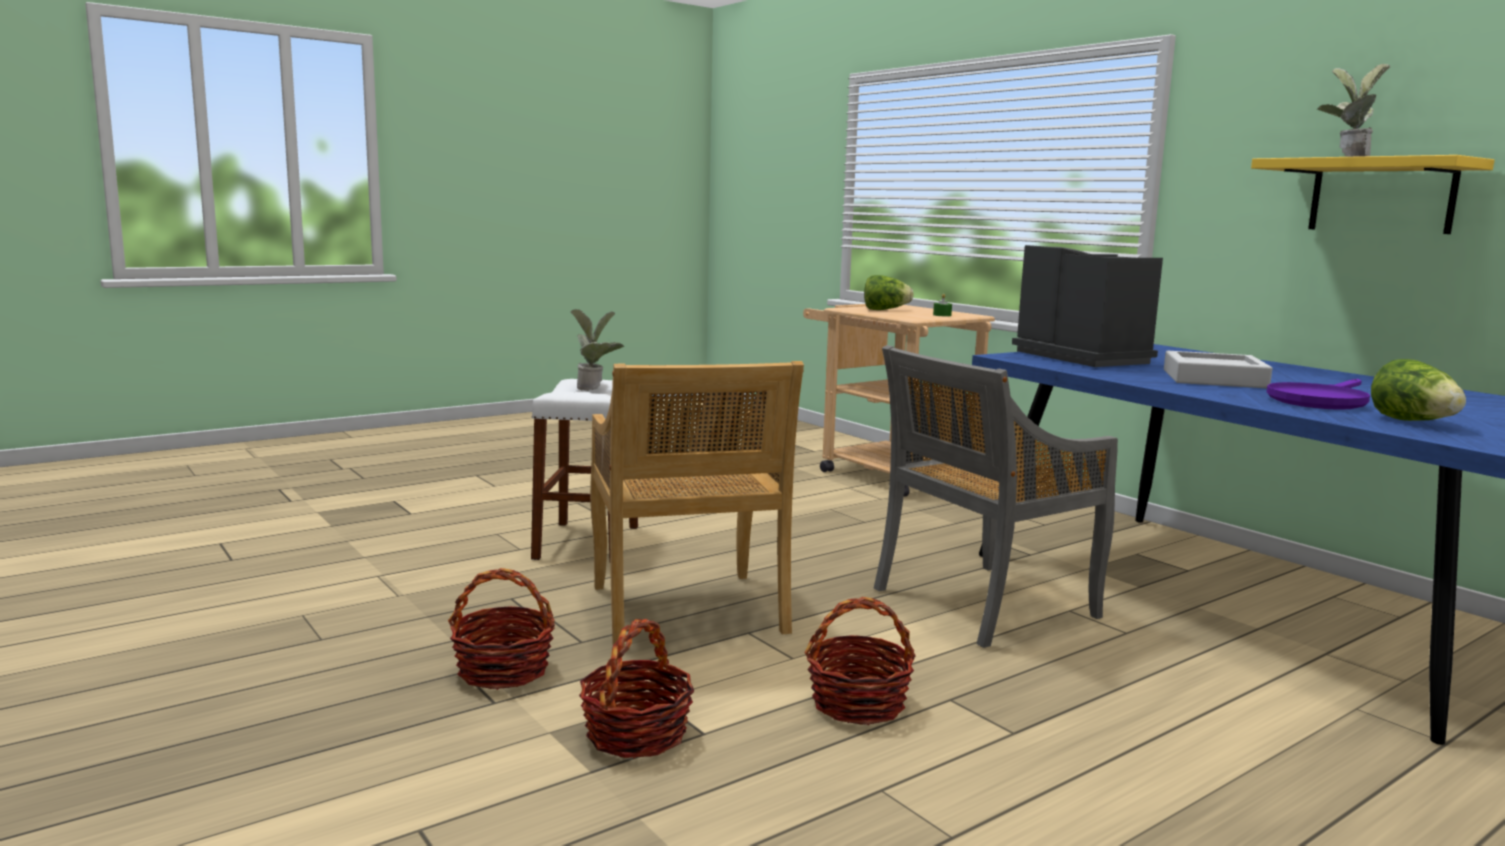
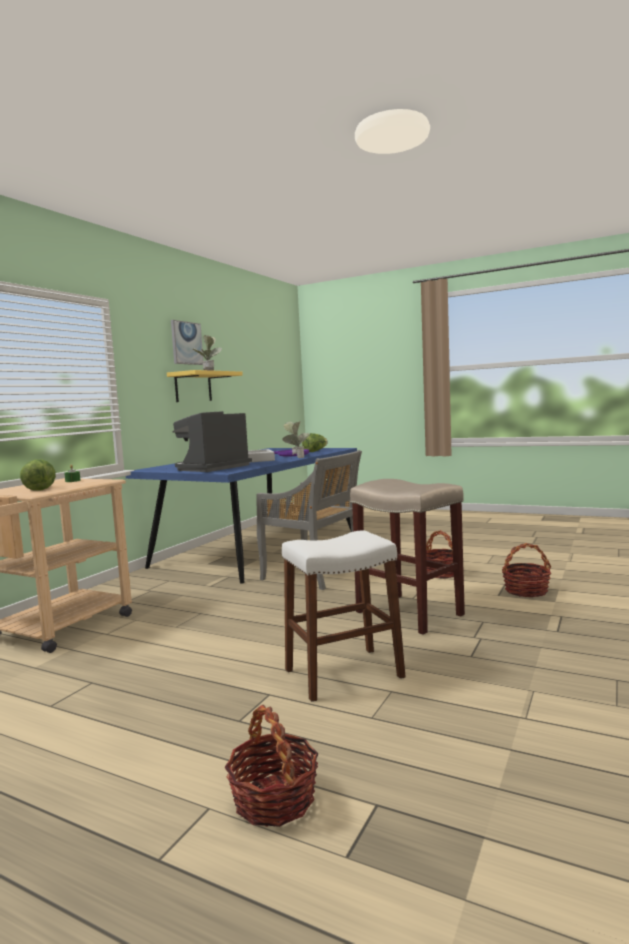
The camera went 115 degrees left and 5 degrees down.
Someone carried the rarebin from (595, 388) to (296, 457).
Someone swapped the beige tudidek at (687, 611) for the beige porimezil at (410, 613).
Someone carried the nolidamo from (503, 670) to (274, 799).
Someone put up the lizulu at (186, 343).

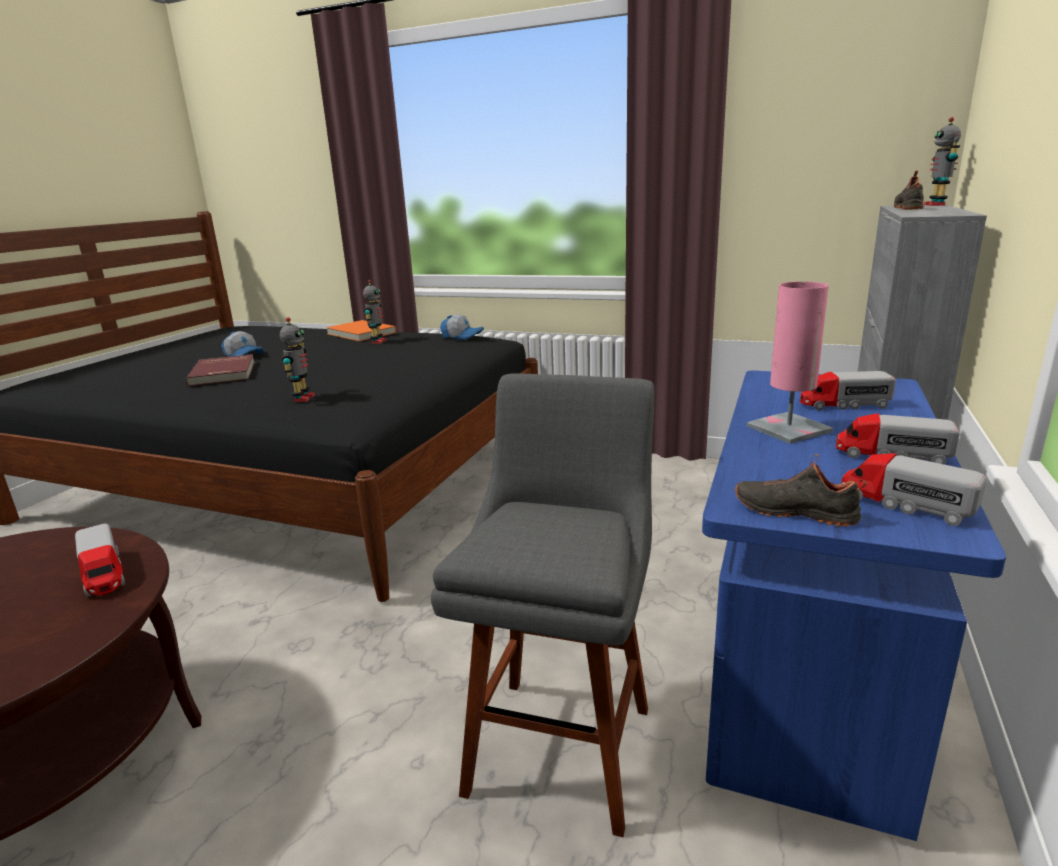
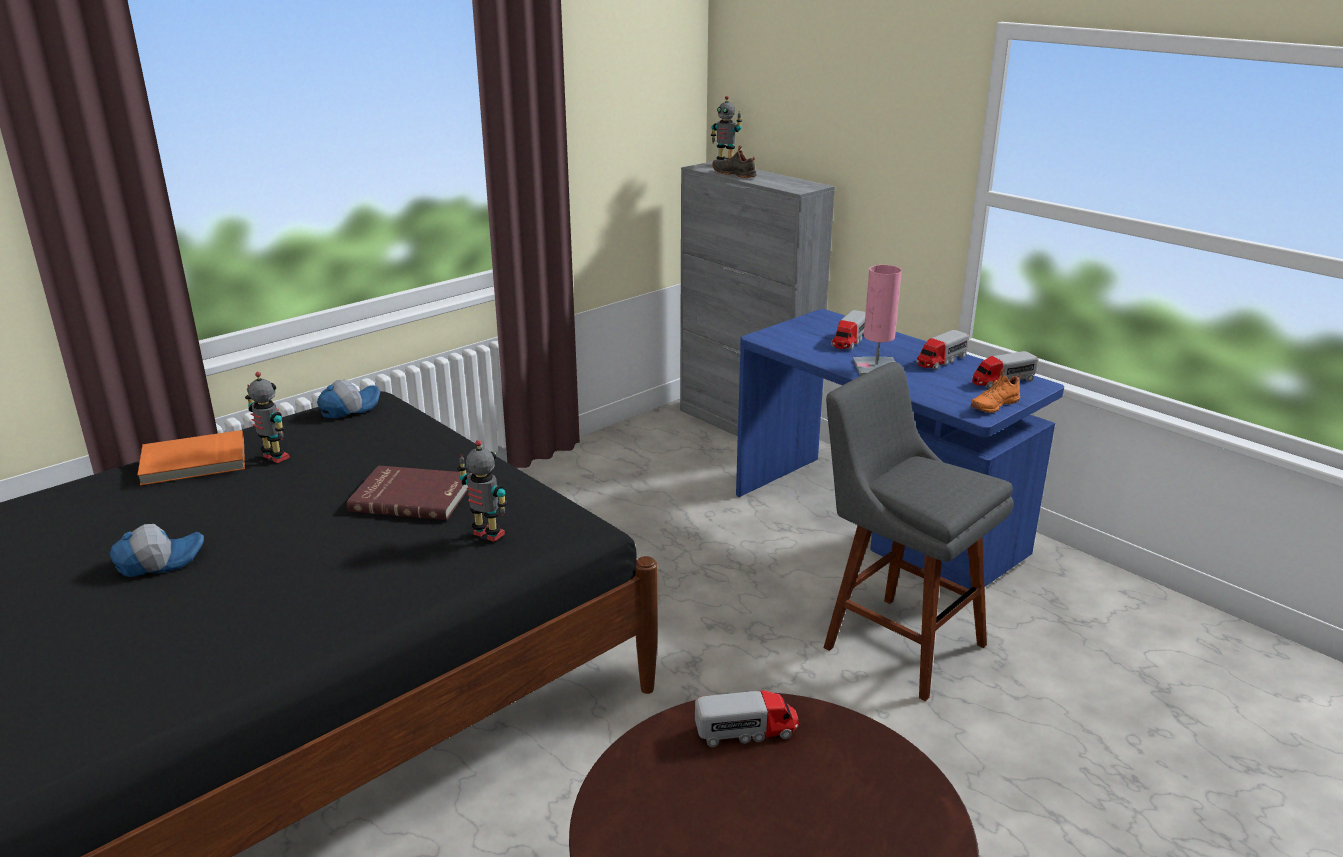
The camera went 65 degrees left and 5 degrees up.
Someone carried the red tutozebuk from (224, 373) to (412, 496).
Someone repainted the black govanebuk at (795, 511), which became the orange govanebuk at (993, 405).

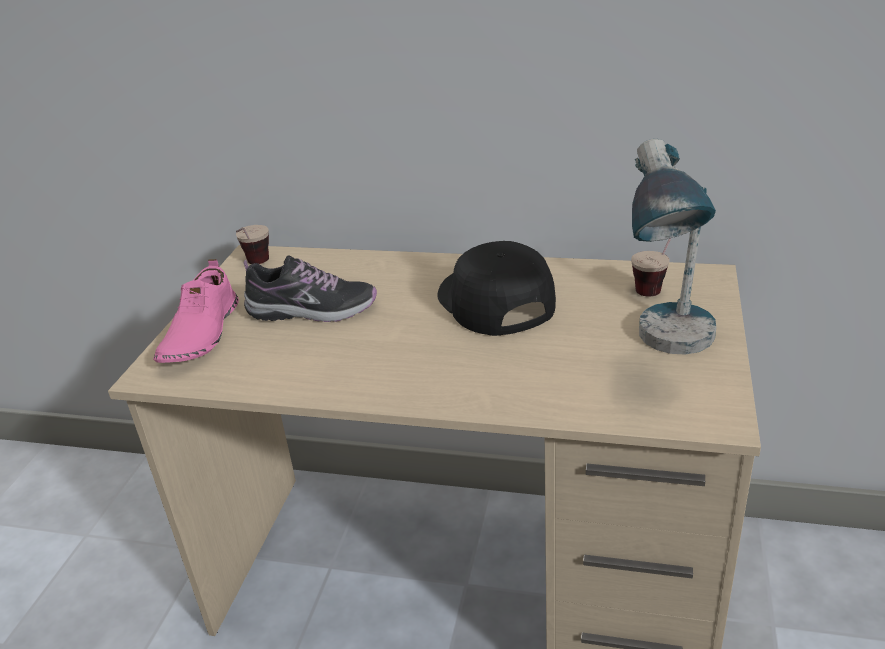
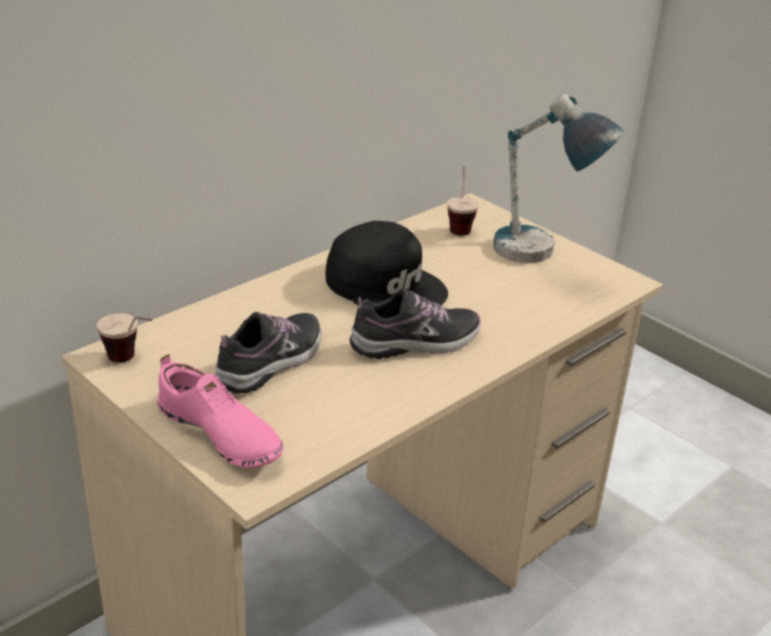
The camera went 60 degrees left and 0 degrees up.
Someone rotated the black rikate at (493, 301) by 150 degrees counterclockwise.
Someone put down the govanebuk at (416, 342).

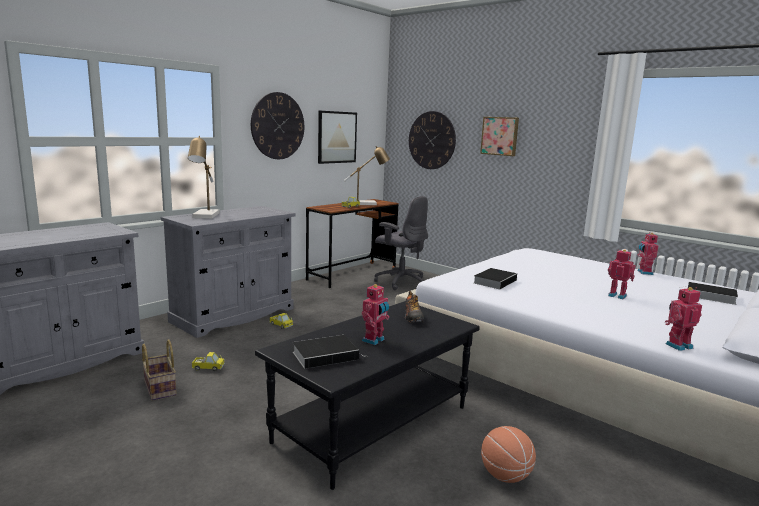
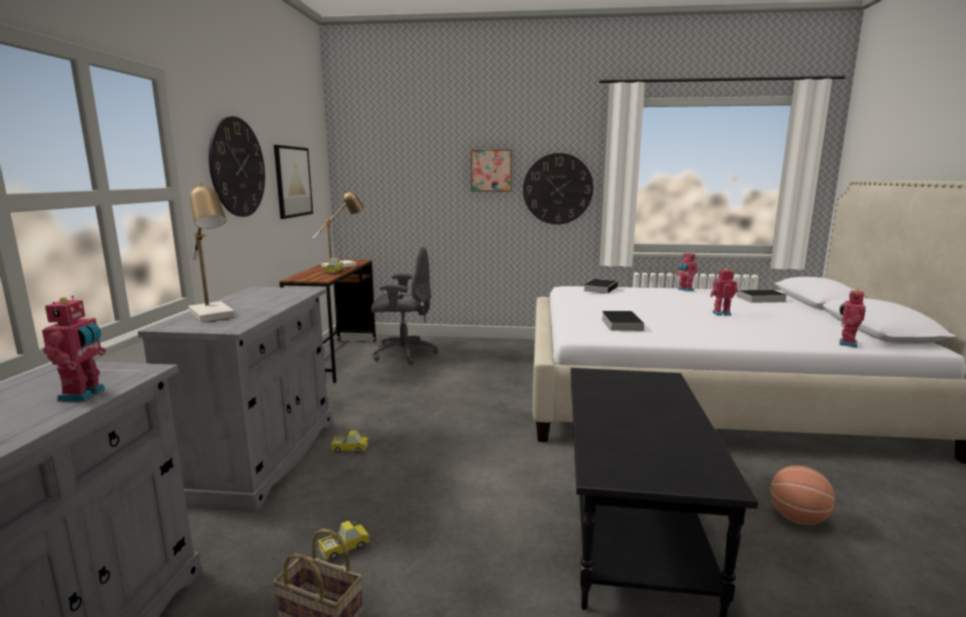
The camera went 35 degrees left and 0 degrees up.
Someone carried the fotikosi from (432, 140) to (557, 189).
Someone carried the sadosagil from (374, 340) to (84, 395).
Someone took away the govanebuk at (413, 317).
Someone carried the tutozebuk from (327, 355) to (600, 288).

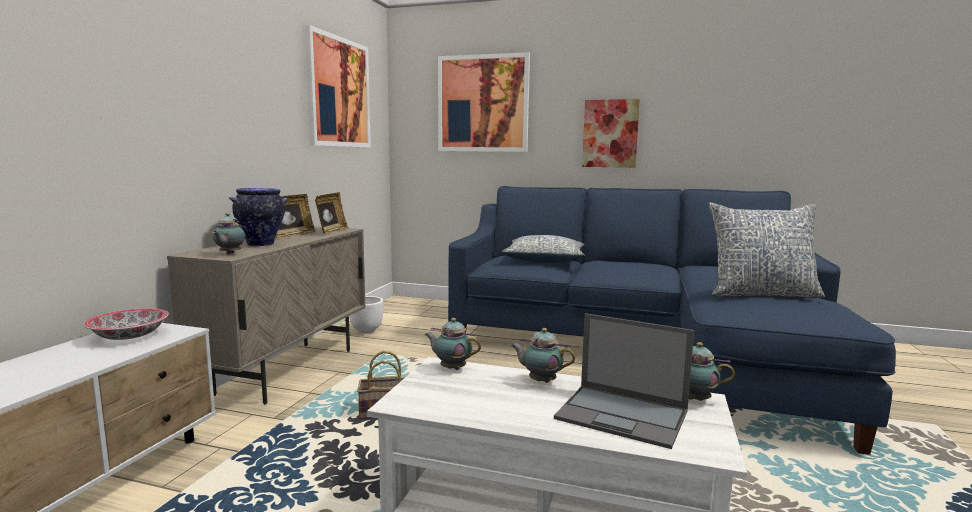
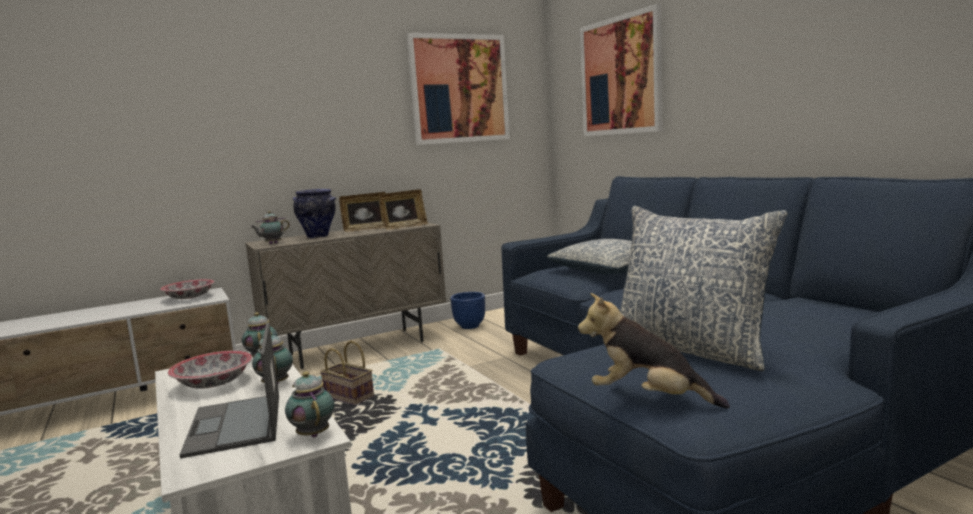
The camera went 45 degrees right and 0 degrees up.
Someone took away the lizulu at (610, 133).
Someone repainted the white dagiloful at (366, 330), which became the blue dagiloful at (470, 326).
Someone put down the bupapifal at (648, 399).
Someone put down the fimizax at (213, 383).

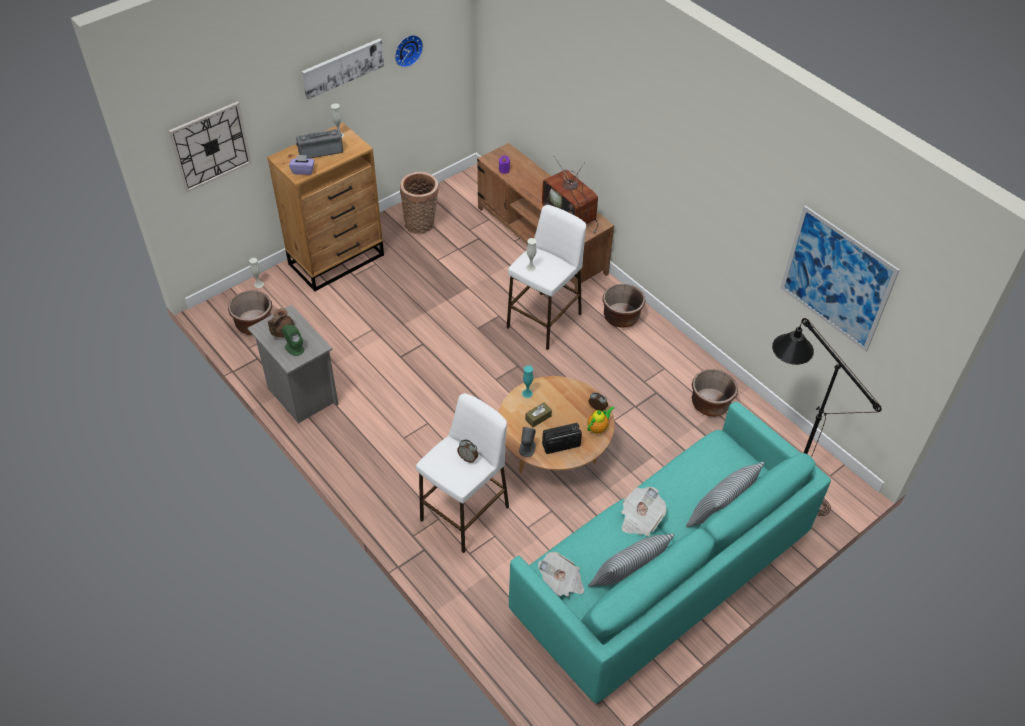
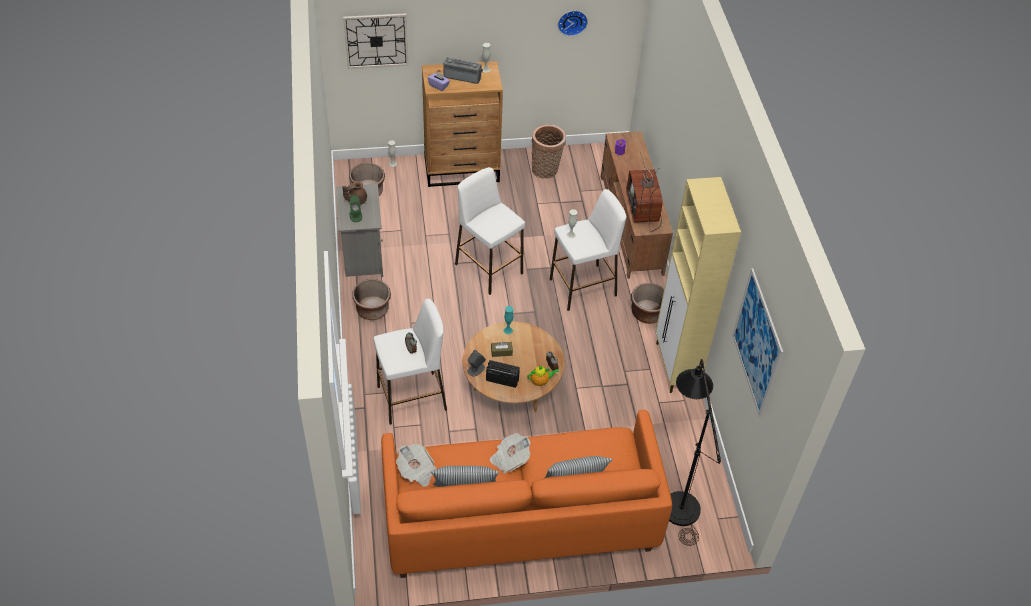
The camera went 30 degrees right and 0 degrees up.
Someone took away the lizulu at (342, 67).
Someone carried the brown dagiloful from (710, 404) to (372, 310).
Someone repainted the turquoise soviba at (661, 575), which became the orange soviba at (520, 517).
Someone put down the white porimezil at (488, 268).
Someone put down the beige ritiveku at (675, 367).

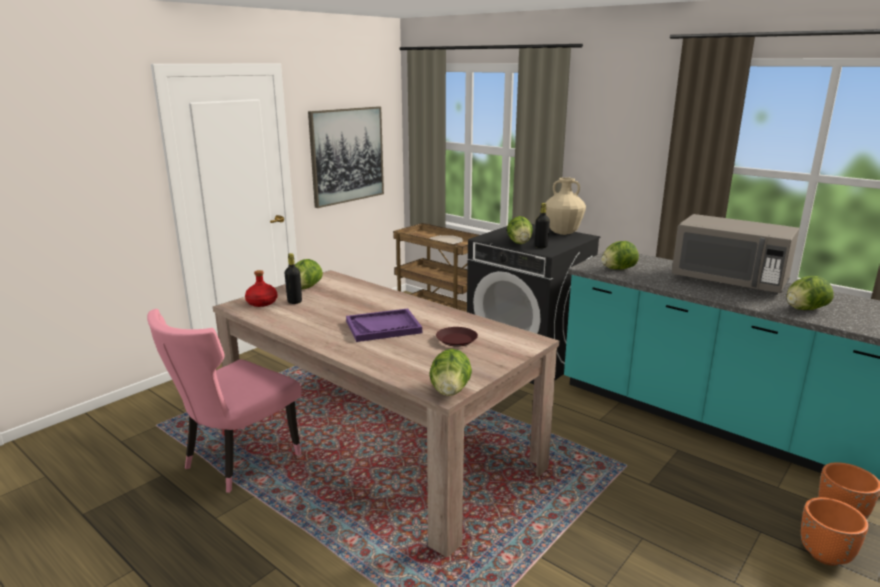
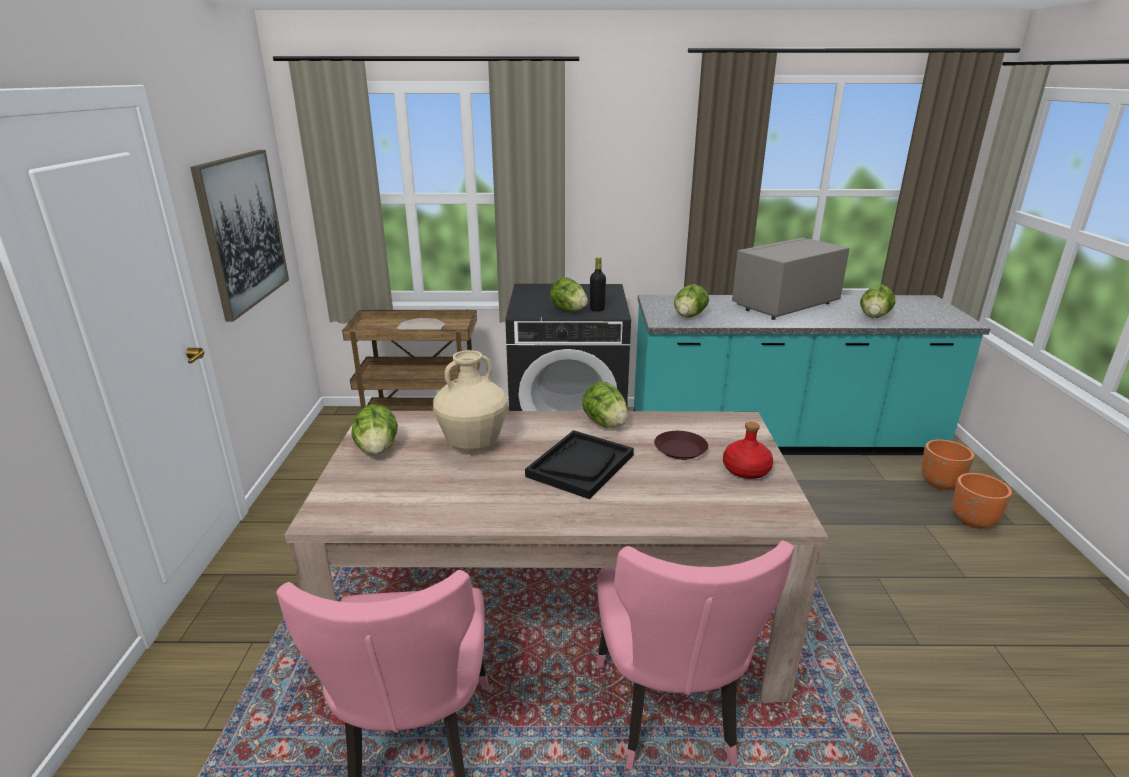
The camera went 40 degrees left and 5 degrees up.
Someone carried the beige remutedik from (563, 233) to (474, 446).
Someone rotated the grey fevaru at (729, 281) by 150 degrees clockwise.
Someone took away the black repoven at (294, 301).
Someone carried the red repoven from (261, 303) to (745, 470).
Someone repainted the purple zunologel at (383, 327), which became the black zunologel at (580, 465).
Someone carried the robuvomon from (450, 391) to (605, 423).
Someone put down the pink tudidek at (669, 715).

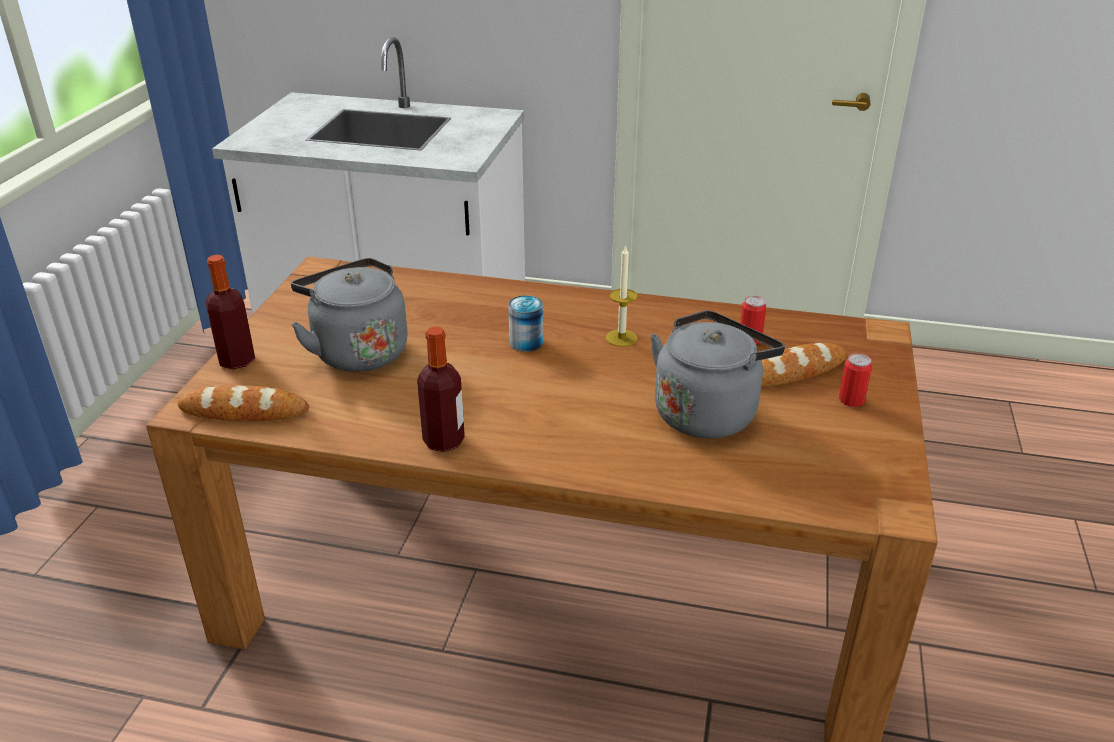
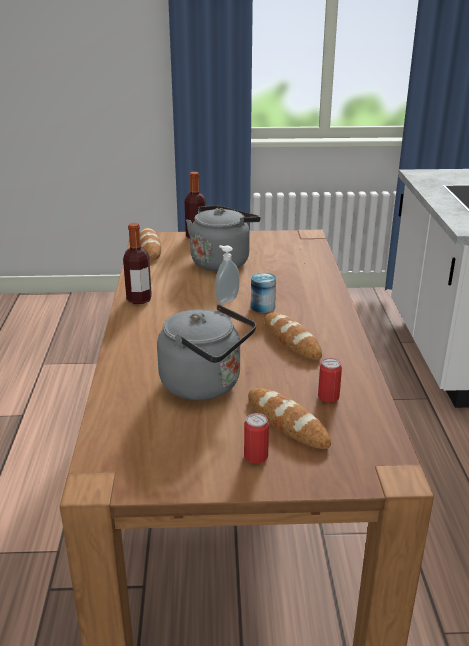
The camera went 75 degrees right and 5 degrees down.
Someone swapped the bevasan at (621, 338) for the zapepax at (291, 340).
Someone put down the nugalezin at (226, 299).

